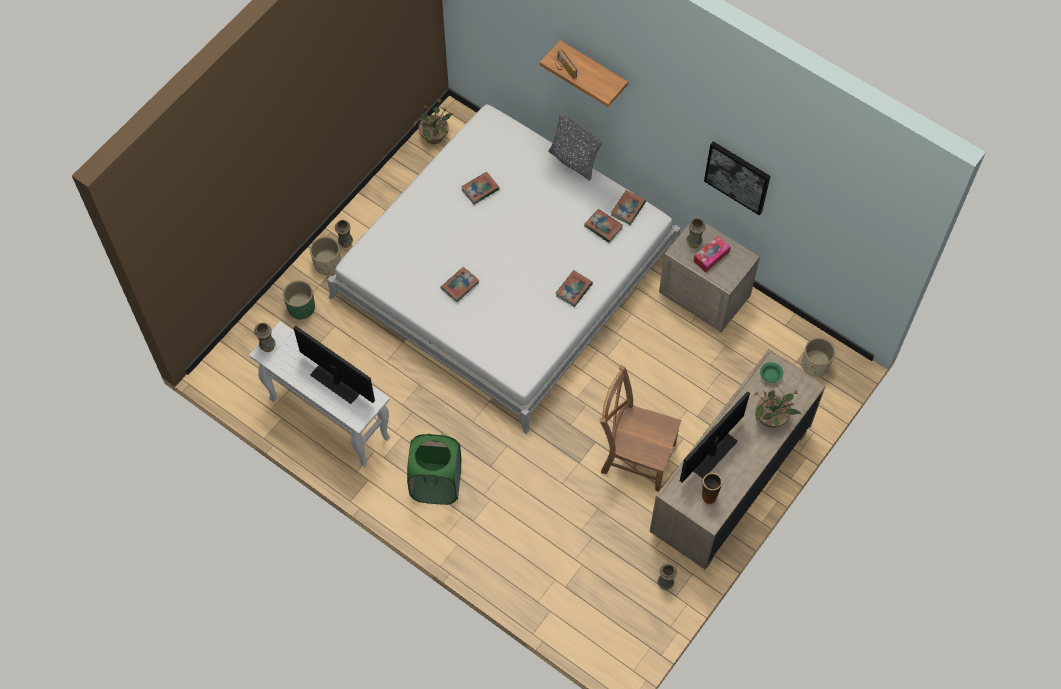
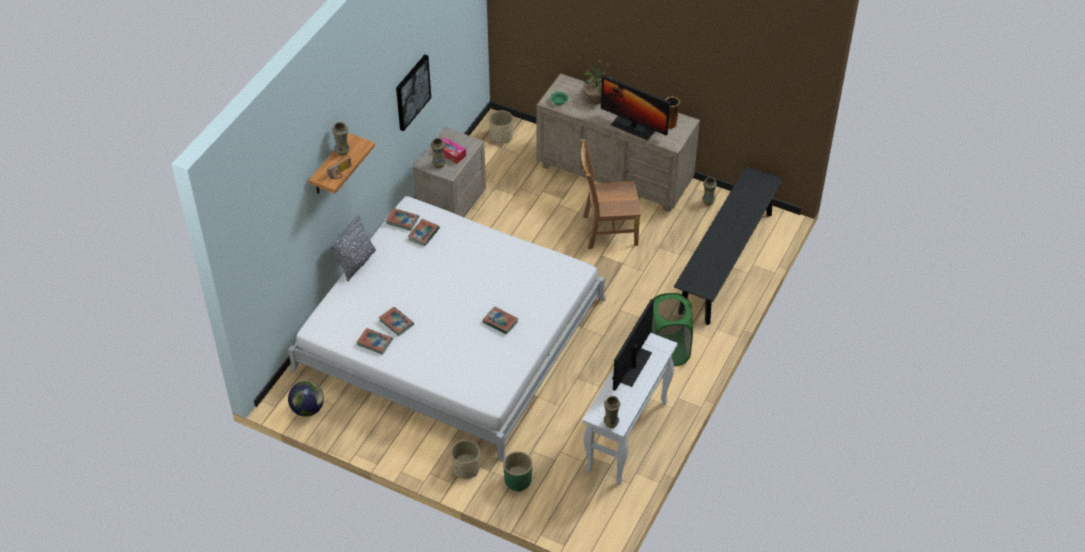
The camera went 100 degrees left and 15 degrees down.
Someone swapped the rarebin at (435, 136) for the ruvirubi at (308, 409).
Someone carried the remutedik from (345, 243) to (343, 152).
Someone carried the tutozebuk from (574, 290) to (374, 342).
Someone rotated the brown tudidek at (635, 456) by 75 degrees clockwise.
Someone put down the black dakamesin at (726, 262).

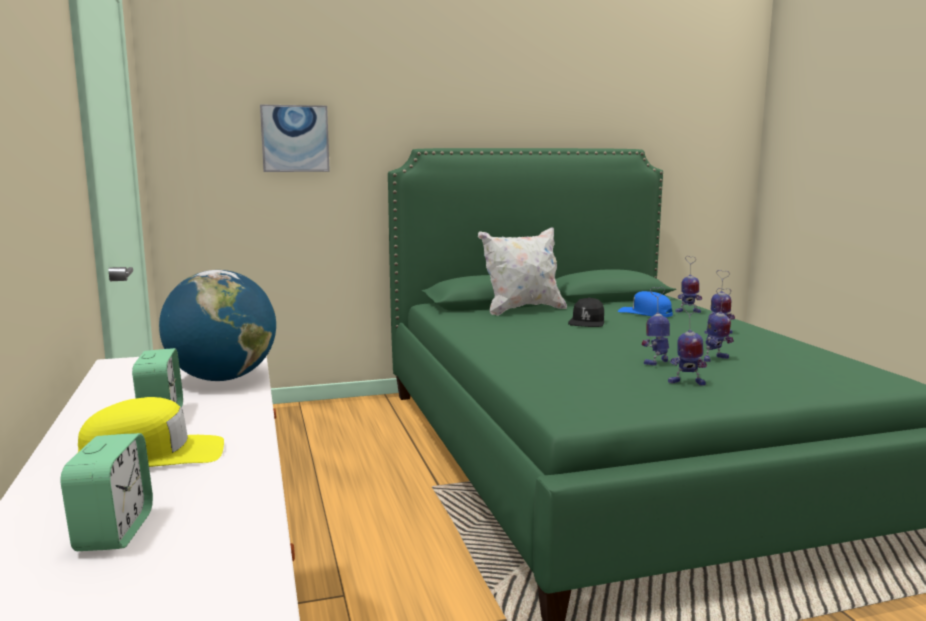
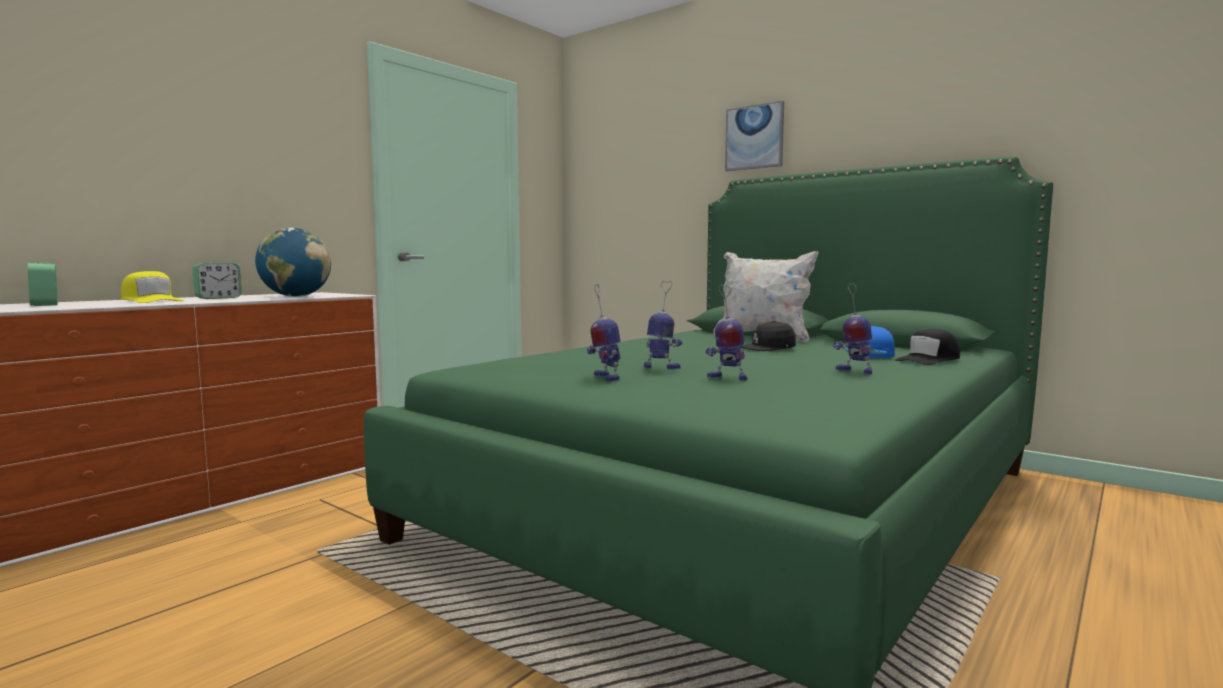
The camera went 55 degrees right and 5 degrees down.
Someone carried the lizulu from (295, 138) to (754, 137).
Someone swapped the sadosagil at (687, 311) for the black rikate at (929, 360).
Someone rotated the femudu at (114, 532) by 90 degrees clockwise.

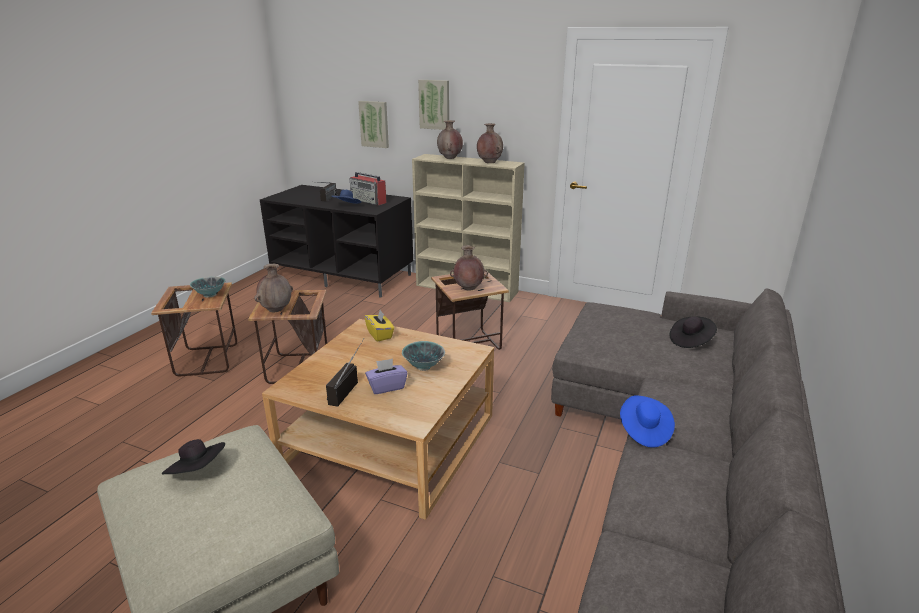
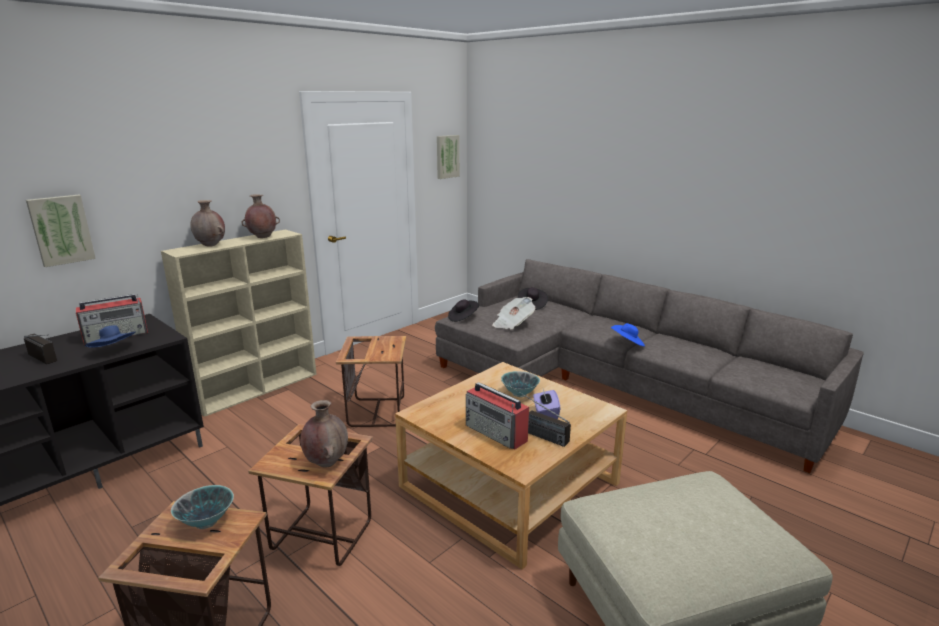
The camera went 70 degrees left and 5 degrees down.
Someone carried the lizulu from (434, 104) to (447, 156).
Someone took away the brown remutedik at (468, 288).
Someone took away the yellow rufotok at (380, 334).
Someone carried the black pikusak from (198, 471) to (463, 318).
Someone put down the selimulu at (512, 324).
Someone put down the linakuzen at (496, 433).

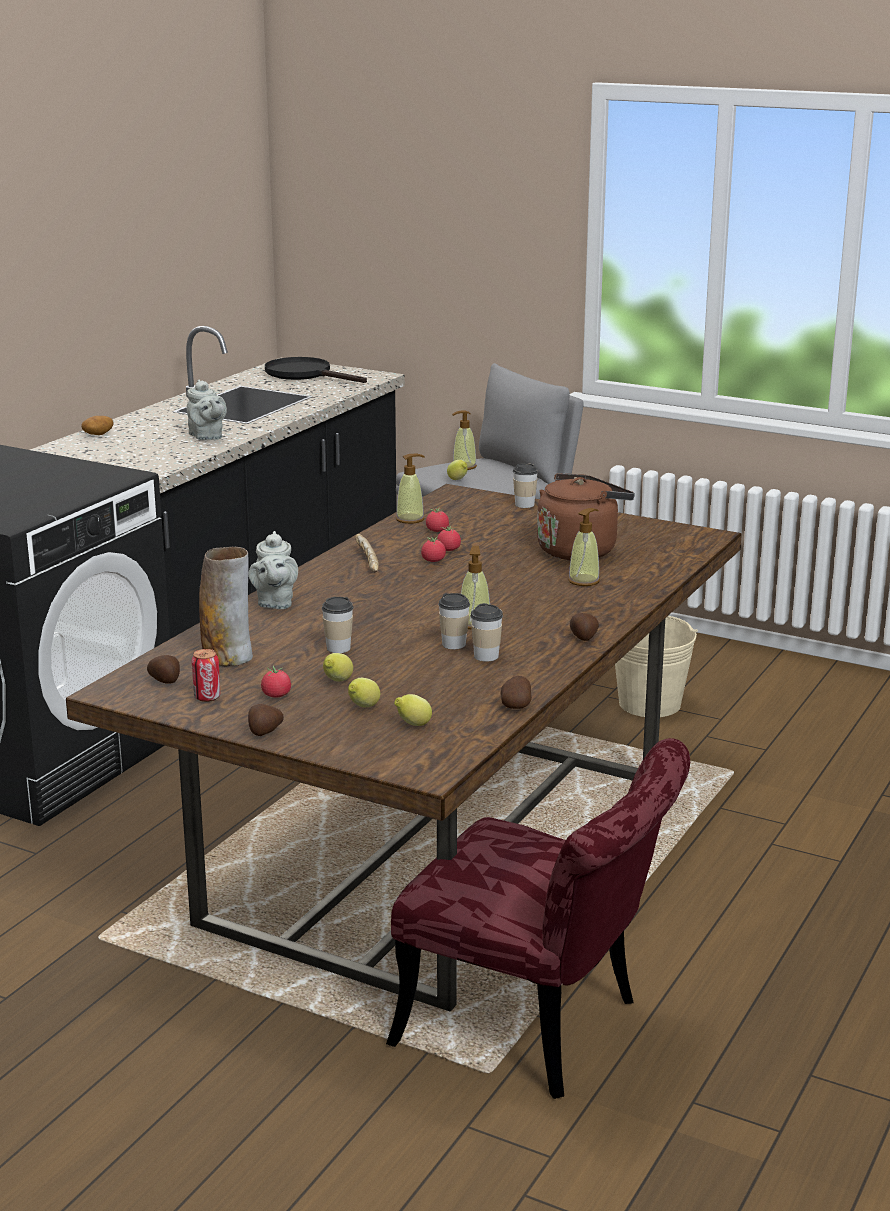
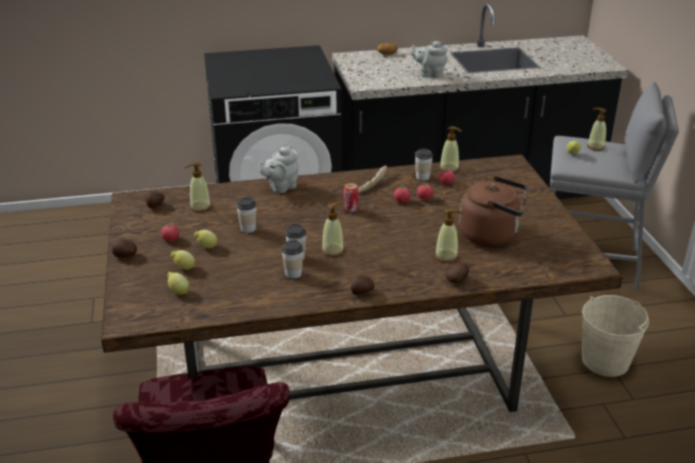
The camera went 50 degrees right and 10 degrees up.
Someone took away the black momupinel at (306, 374).
Someone rotated the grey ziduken at (207, 437) by 75 degrees clockwise.
Someone carried the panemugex from (524, 504) to (422, 177).
Someone swapped the remutedik at (228, 657) for the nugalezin at (200, 207).
Someone carried the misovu from (207, 697) to (351, 209).
Someone carried the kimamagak from (516, 706) to (457, 280).

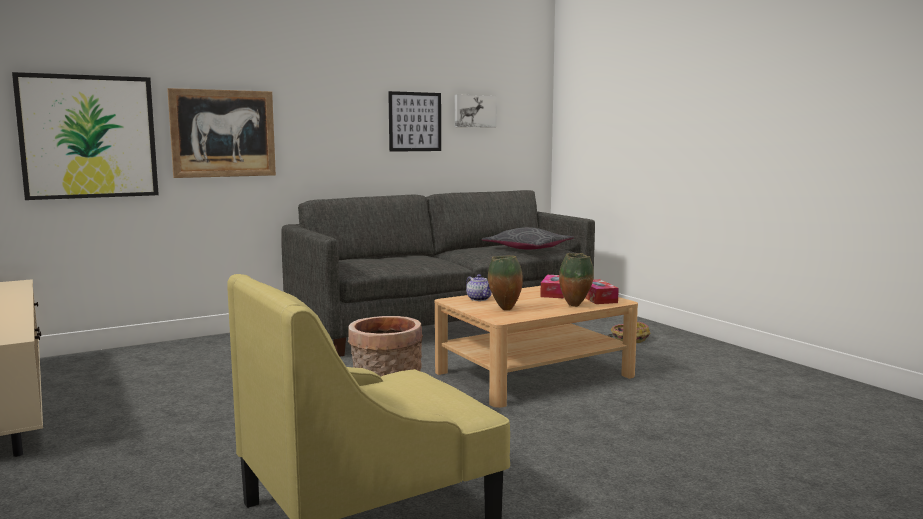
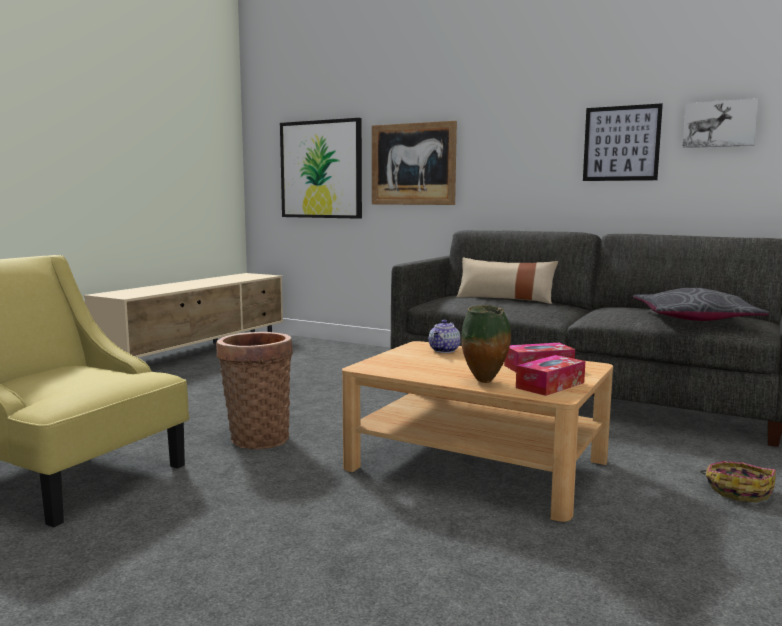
The camera went 60 degrees right and 0 degrees up.
Someone took away the remutedik at (504, 309).
Someone put down the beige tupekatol at (505, 299).

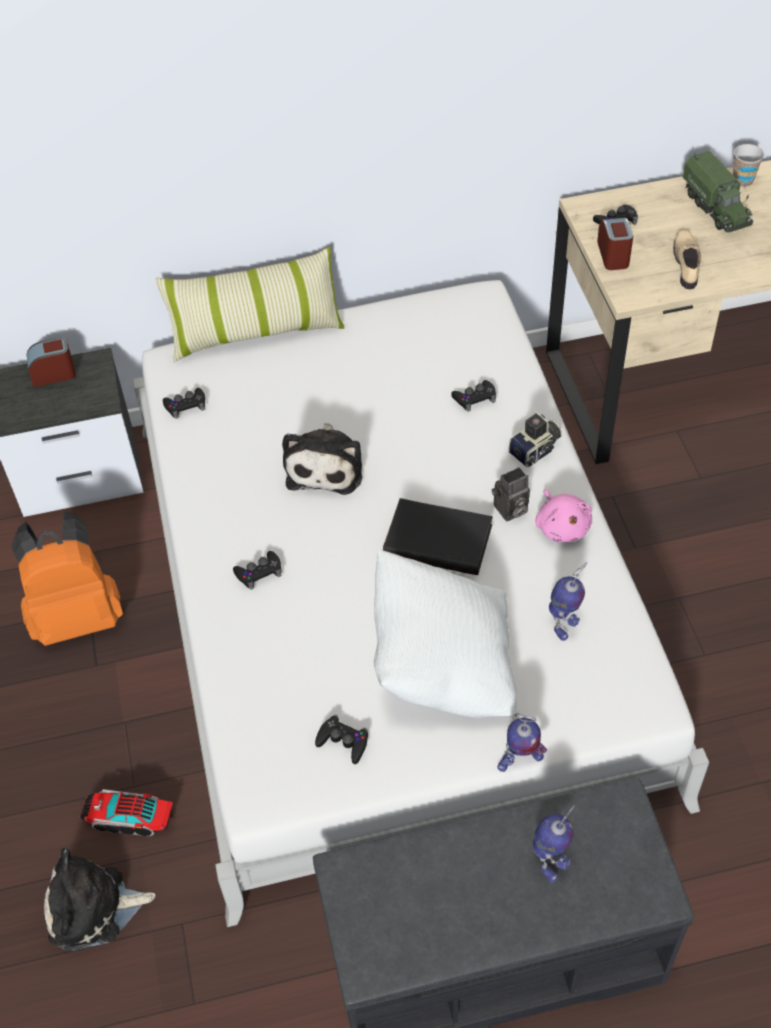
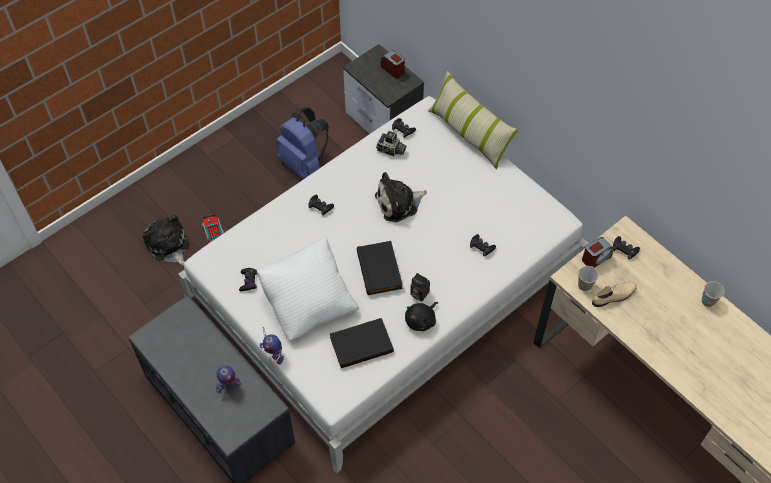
The camera went 60 degrees right and 5 degrees up.
Someone took away the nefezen at (716, 207).
Someone carried the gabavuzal from (536, 450) to (391, 150).
Someone repainted the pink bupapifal at (562, 526), which became the black bupapifal at (421, 320).
Someone repainted the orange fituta at (78, 616), which became the blue fituta at (304, 163).
Someone swapped the sadosagil at (563, 622) for the black tutozebuk at (361, 343).
Someone put down the panemugex at (584, 285).

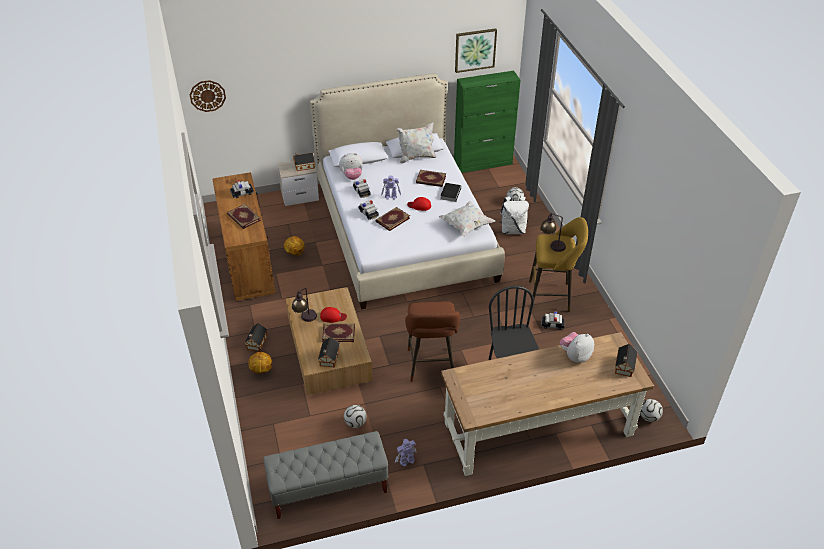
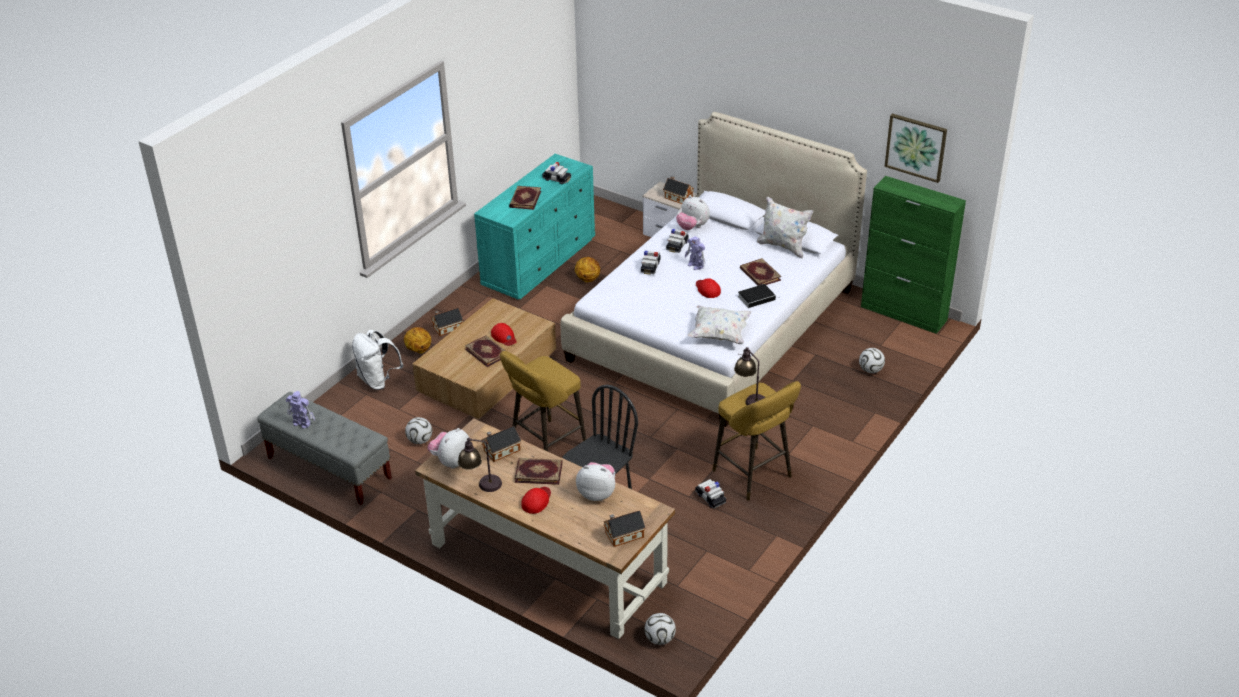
The camera went 50 degrees right and 5 degrees down.
Someone took away the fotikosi at (207, 95).
Someone repainted the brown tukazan at (248, 262), which became the turquoise tukazan at (539, 262).
Someone carried the white fituta from (512, 230) to (378, 380).
Someone carried the tutozebuk from (392, 219) to (539, 472).
Someone carried the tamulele from (305, 320) to (481, 485).
Someone repainted the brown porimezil at (431, 367), which became the yellow porimezil at (545, 447).
Someone carried the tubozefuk from (329, 359) to (500, 450).
Someone carried the sadosagil from (406, 461) to (301, 423).
Someone put down the bupapifal at (451, 461).
Someone put down the red rikate at (536, 501).

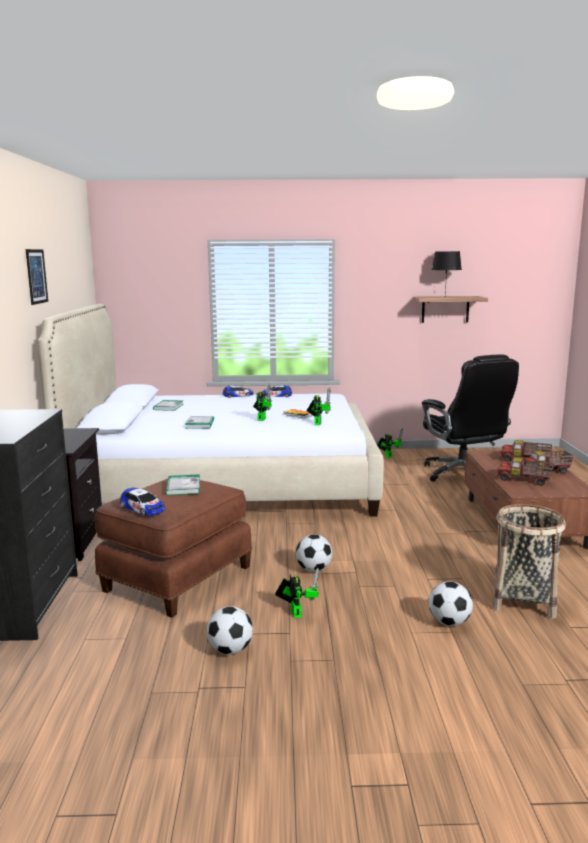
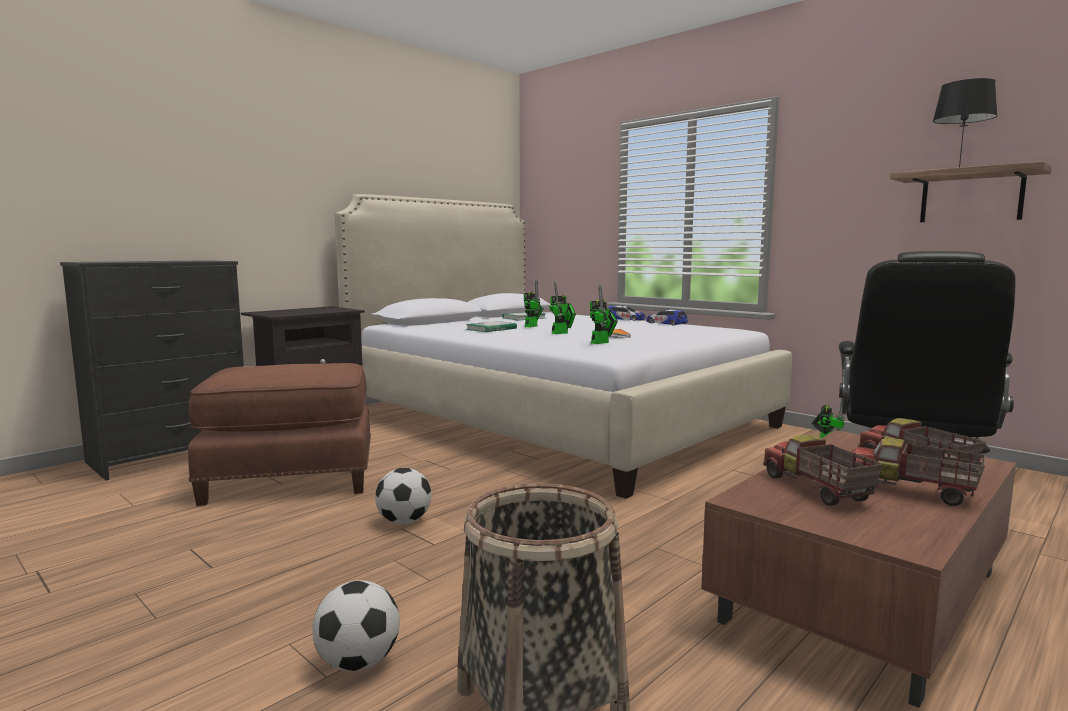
The camera went 45 degrees right and 5 degrees down.
Someone took away the lizulu at (36, 276).
Someone took away the tutozebuk at (183, 487).
Someone took away the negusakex at (142, 508).
Someone carried the sadosagil from (295, 612) to (532, 326).
Someone took away the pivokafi at (230, 650).

